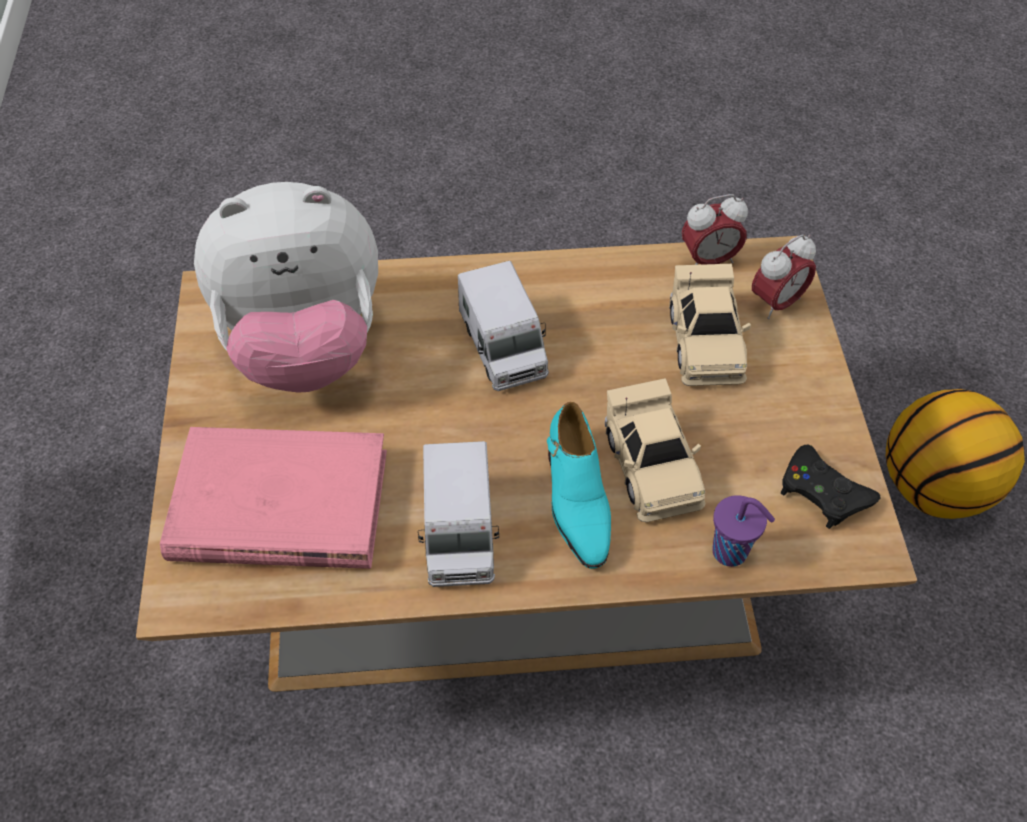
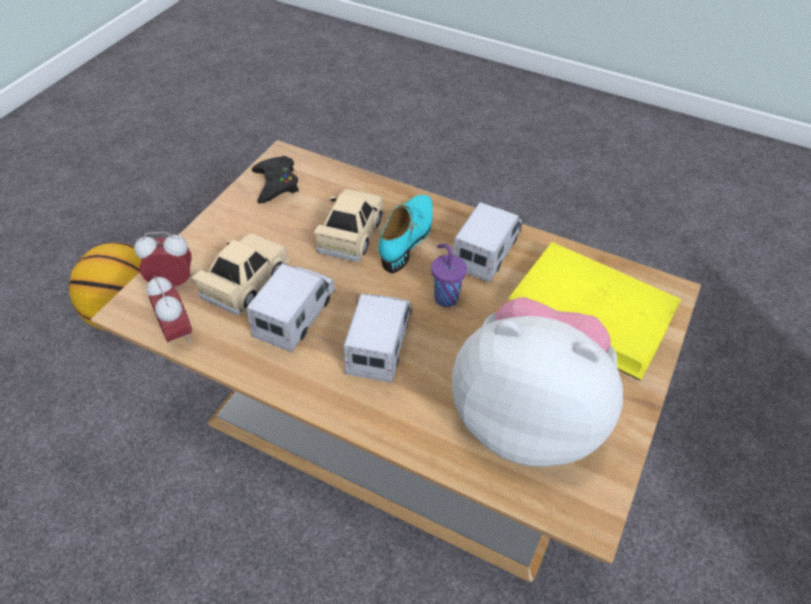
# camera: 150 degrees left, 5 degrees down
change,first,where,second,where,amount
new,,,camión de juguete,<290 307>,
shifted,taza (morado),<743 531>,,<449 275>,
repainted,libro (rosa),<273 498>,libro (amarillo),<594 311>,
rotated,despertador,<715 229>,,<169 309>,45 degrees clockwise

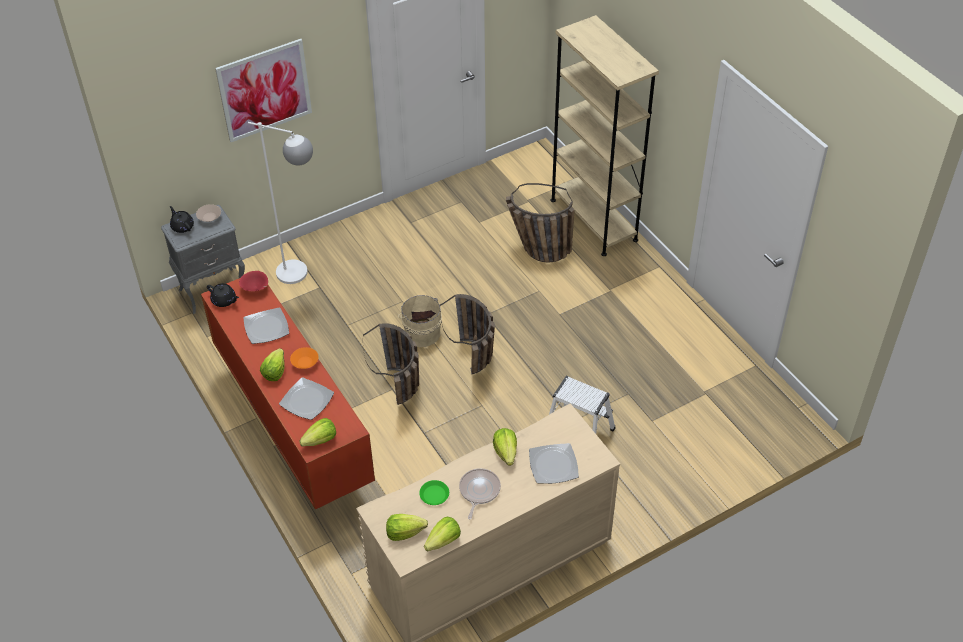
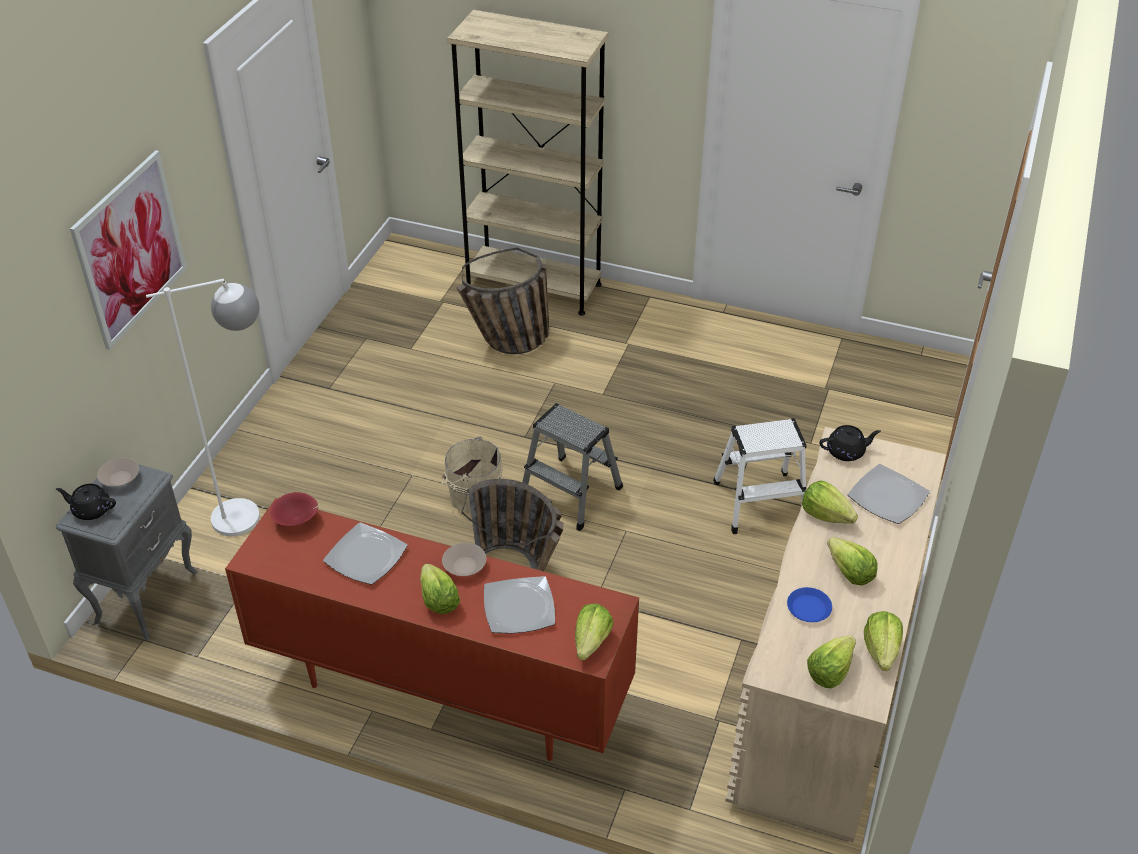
# camera: 40 degrees left, 5 degrees down
change,first,where,second,where,amount
shifted,tetera (negro),<223 295>,,<850 443>,
swapped,cesta,<467 334>,escalera de tijera (gris),<572 467>,
swapped,sartén,<480 493>,lechuga,<852 561>,
repainted,cuenco (naranja),<304 358>,cuenco (beis),<464 559>,
repainted,plato (verde),<434 492>,plato (azul),<809 604>,

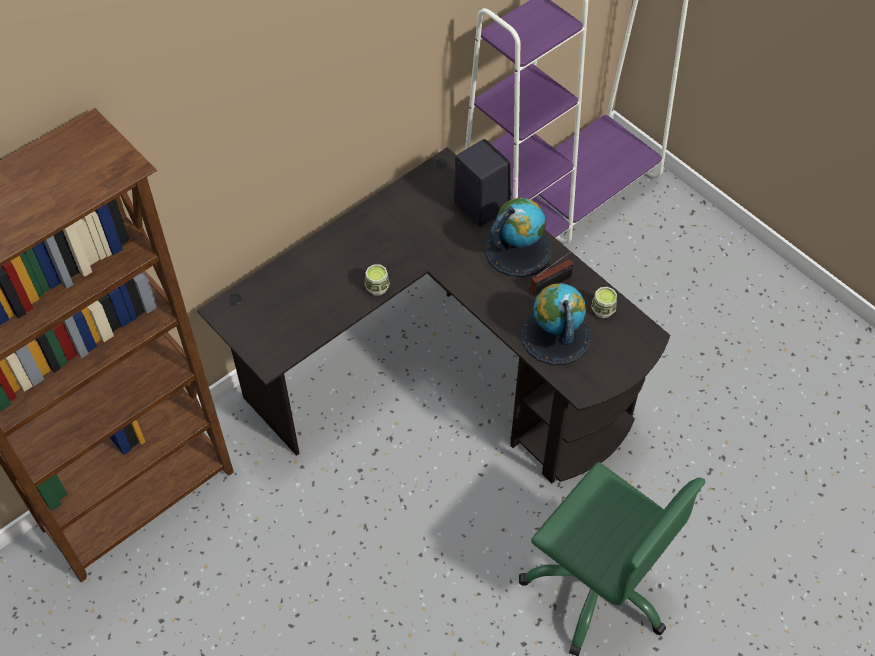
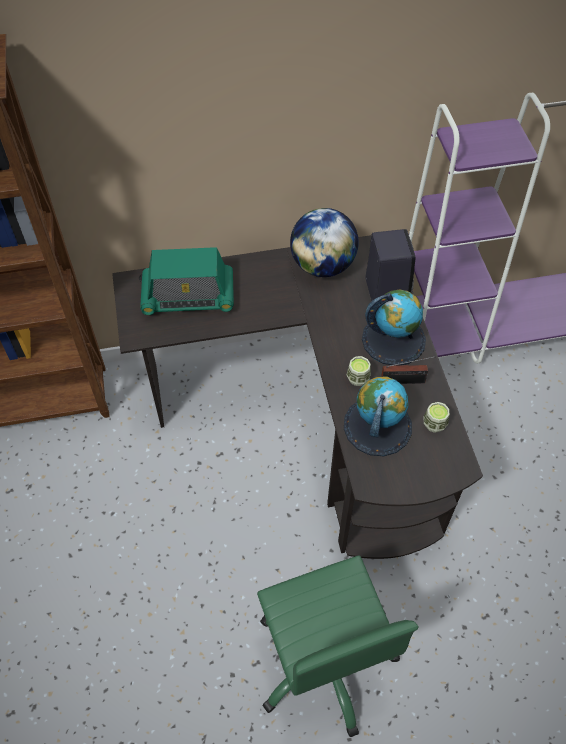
# camera: 30 degrees right, 0 degrees up
change,first,where,second,where,amount
new,,,radio,<187 281>,
new,,,globo terráqueo,<324 242>,
shifted,taza,<377 280>,,<358 371>,

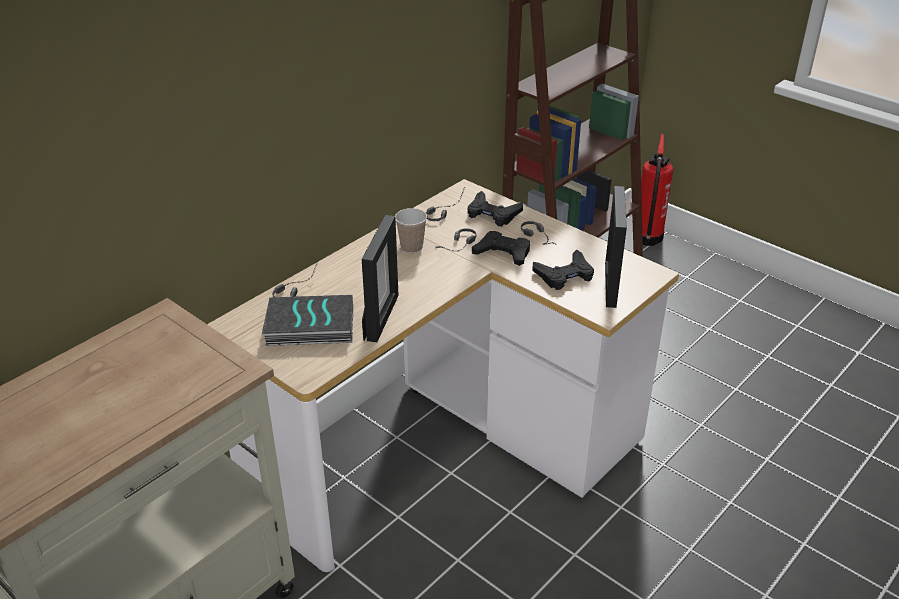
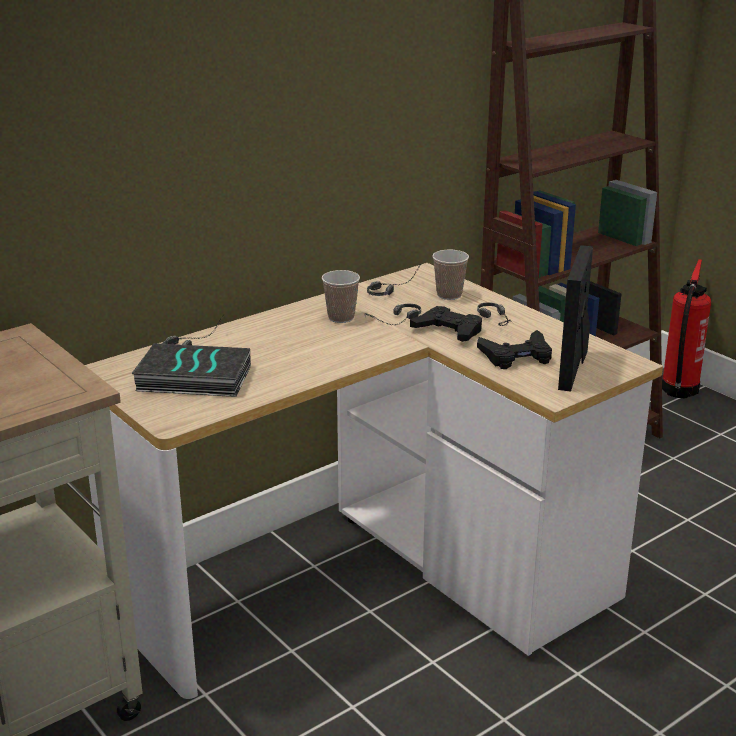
# camera: 10 degrees right, 10 degrees down
change,first,where,second,where,amount
gone,portarretratos,<380 278>,,,
swapped,mando de consola (negro),<495 208>,taza,<450 275>,

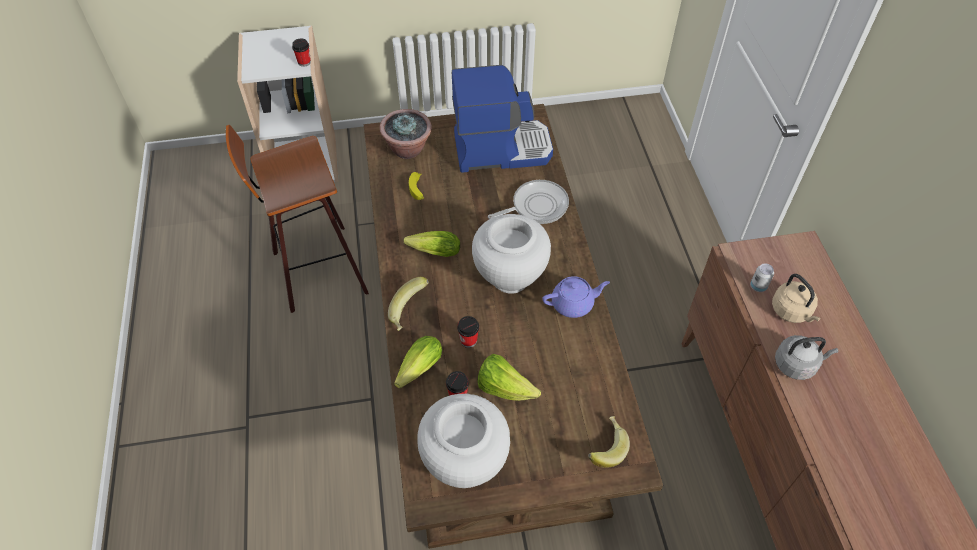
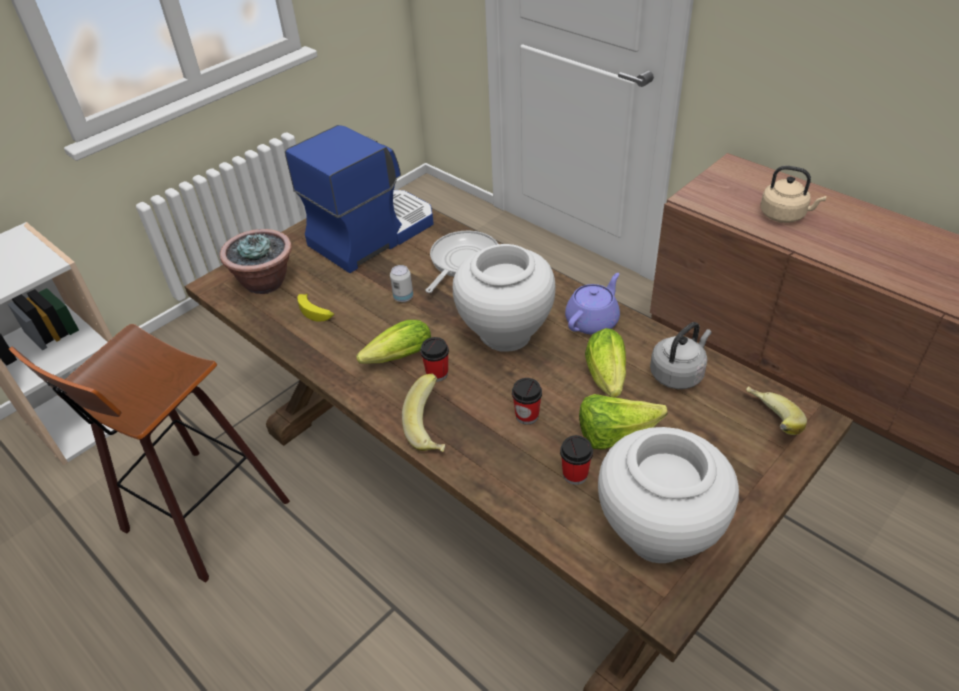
# camera: 35 degrees left, 10 degrees down
change,first,where,second,where,amount
shifted,taza,<301 53>,,<434 359>,
shifted,lechuga,<418 362>,,<605 362>,
shifted,lata,<762 277>,,<401 283>,
shifted,hervidor (gris),<806 357>,,<681 355>,

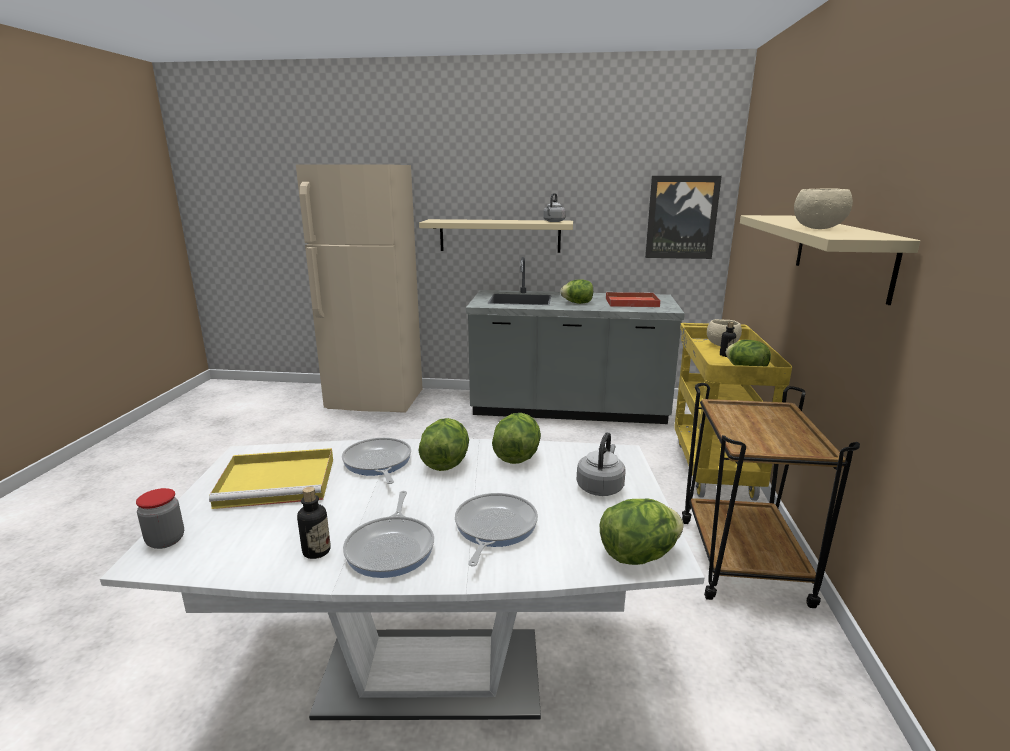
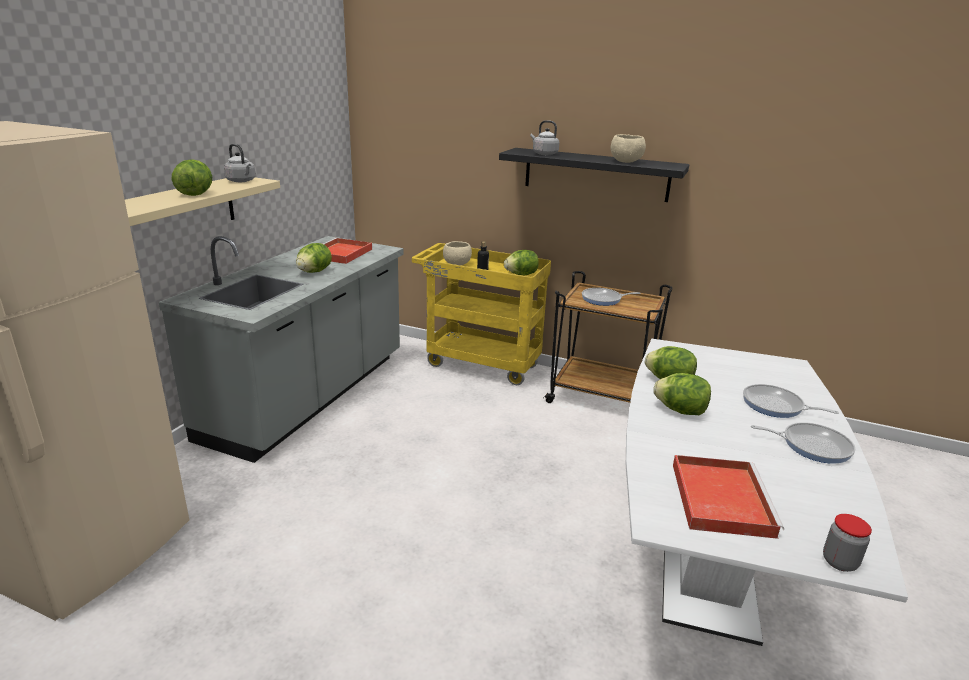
# camera: 75 degrees left, 5 degrees up
change,first,where,second,where,amount
gone,botella,<314 523>,,,
gone,cuadro,<683 217>,,,
shifted,sartén,<376 461>,,<611 297>,
shifted,hervidor (gris),<601 464>,,<544 137>,
shifted,lechuga,<641 532>,,<192 178>,
repainted,bandeja (amarillo),<271 478>,bandeja (rojo),<728 497>,
repainted,estante (beis),<830 260>,estante (negro),<594 175>,

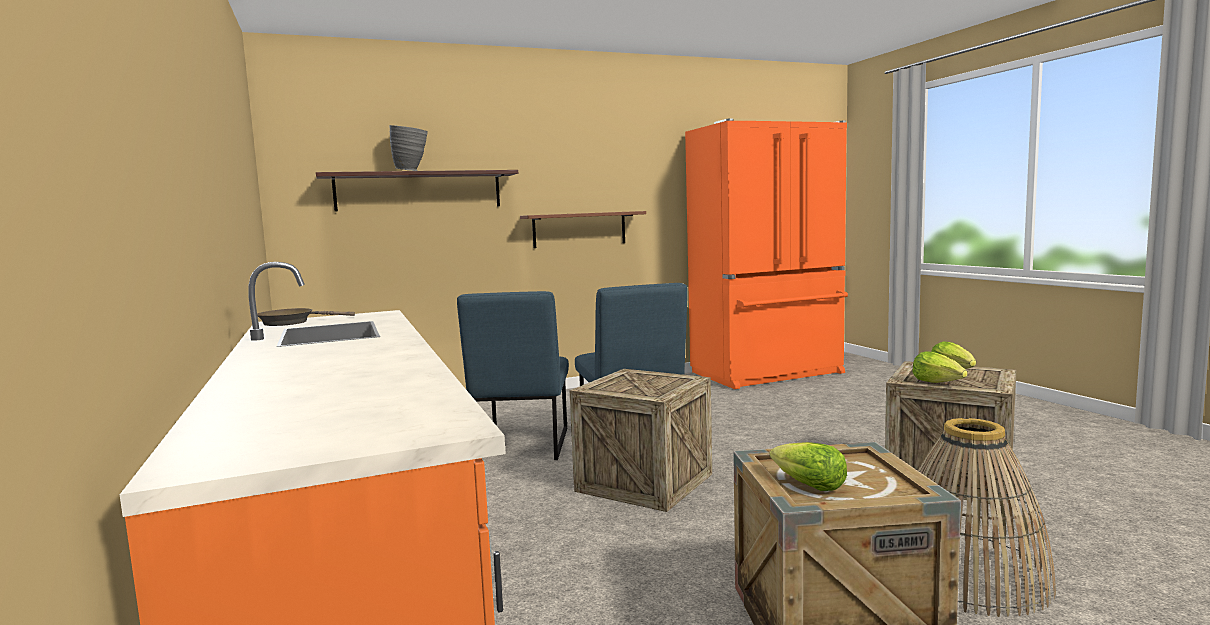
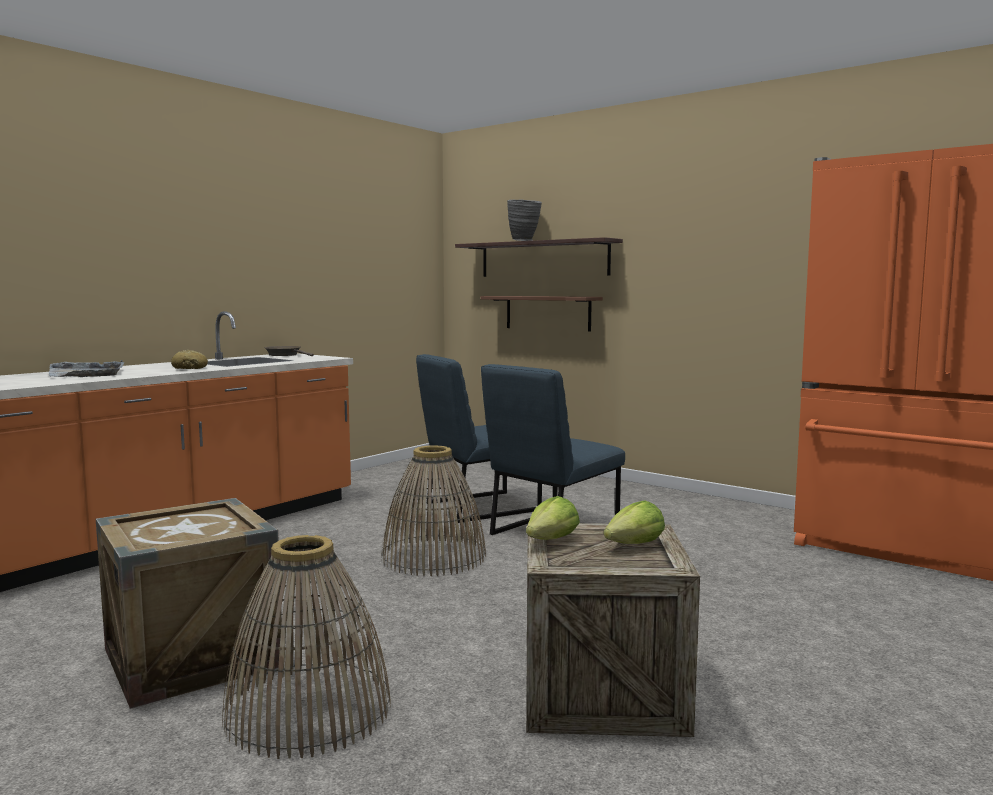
# camera: 60 degrees right, 0 degrees up
change,first,where,second,where,amount
gone,lechuga,<808 466>,,,
new,,,bandeja (gris),<87 368>,
new,,,pan,<189 359>,
shifted,estante (marrón),<583 229>,,<541 314>,
swapped,caja de embalaje,<641 440>,cesta,<433 510>,

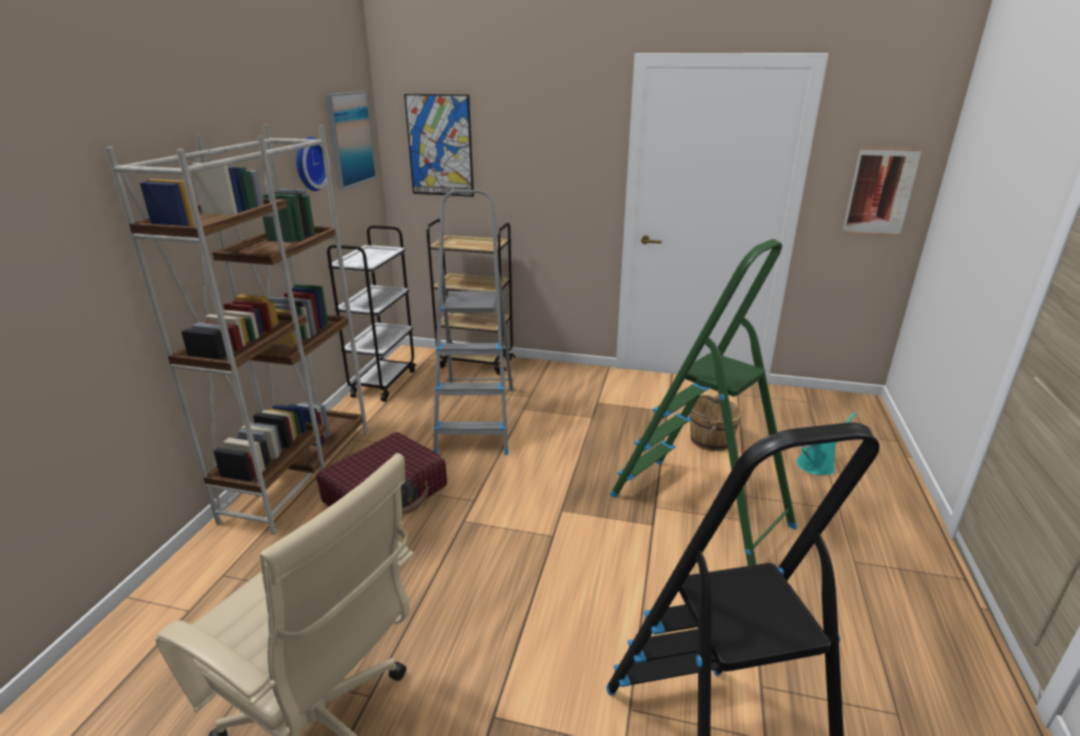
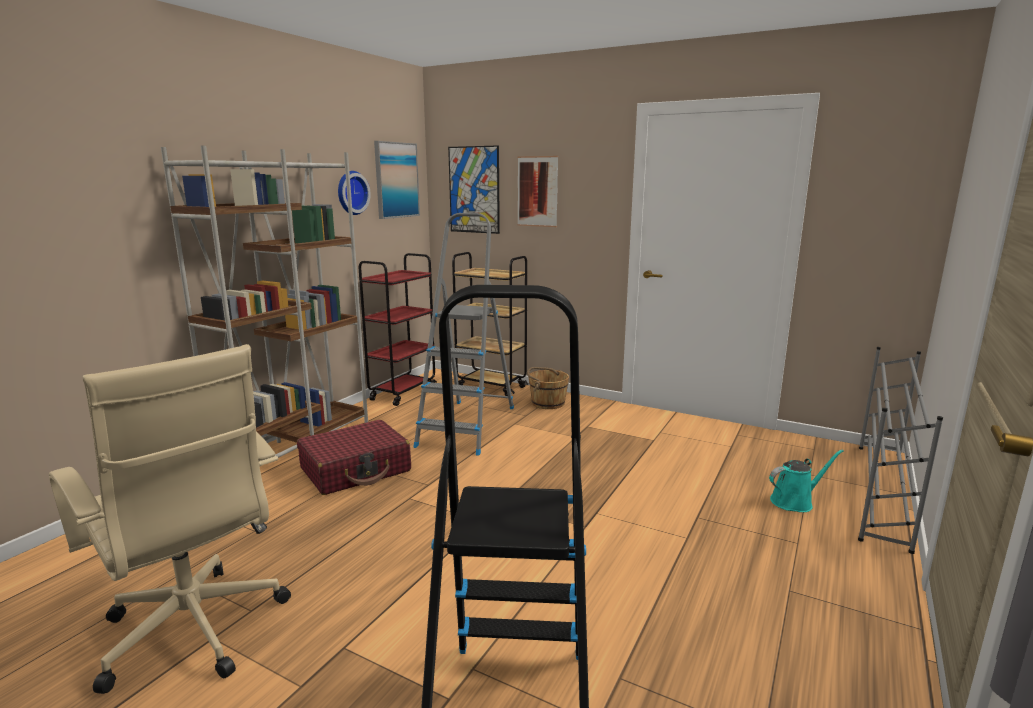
# camera: 15 degrees right, 10 degrees down
change,first,where,second,where,amount
gone,escalera de tijera (verde),<703 402>,,,
new,,,zapatero (gris),<900 450>,
shifted,cubo (marrón),<716 423>,,<548 388>,
shifted,cuadro,<882 191>,,<538 191>,
repainted,carrito (blanco),<371 314>,carrito (rojo),<398 329>,

